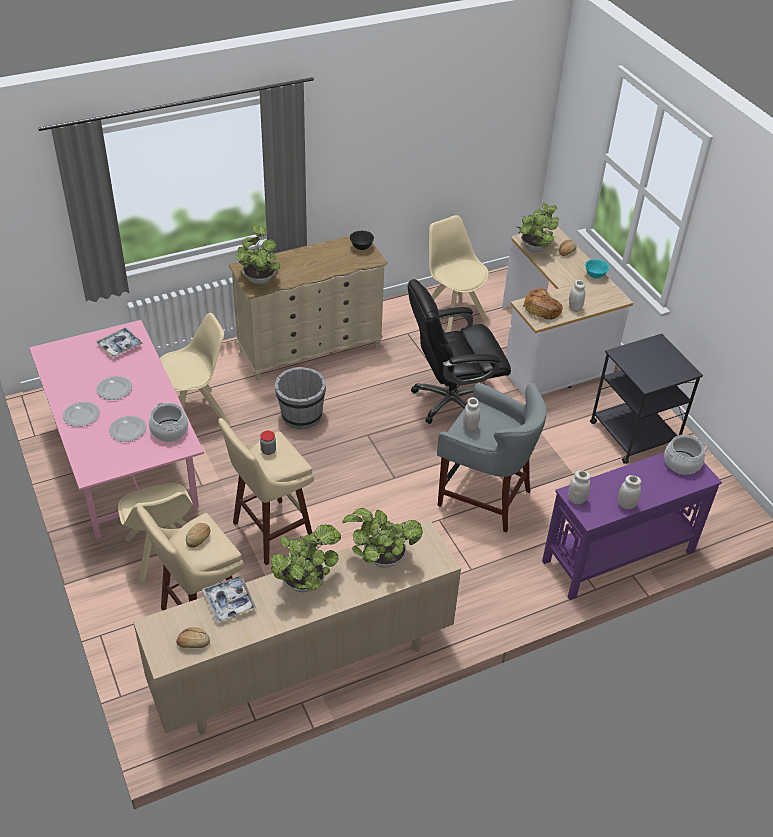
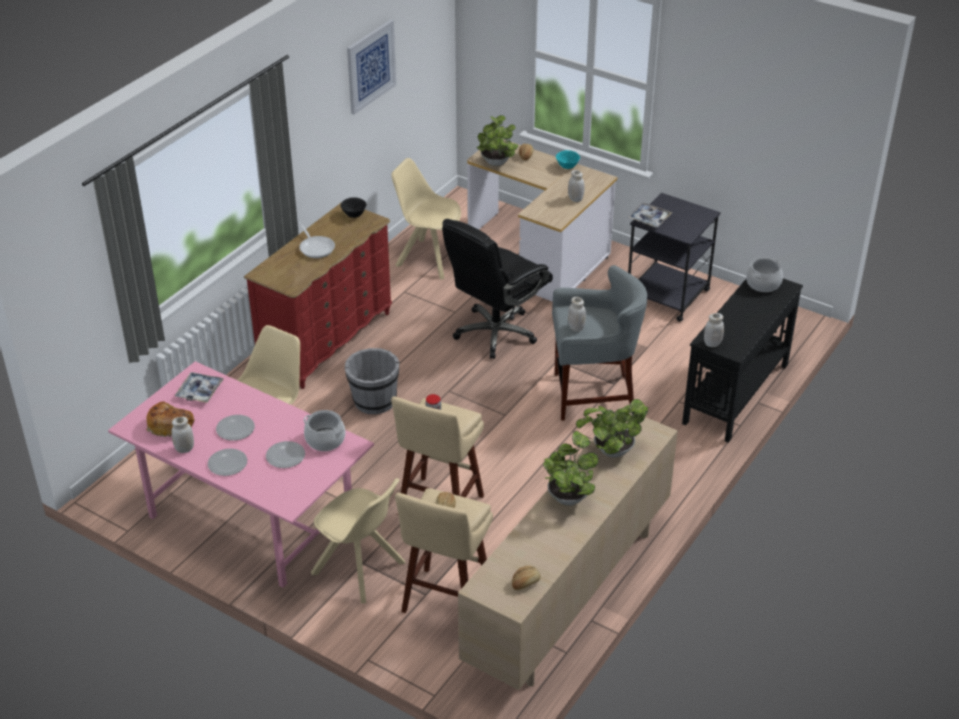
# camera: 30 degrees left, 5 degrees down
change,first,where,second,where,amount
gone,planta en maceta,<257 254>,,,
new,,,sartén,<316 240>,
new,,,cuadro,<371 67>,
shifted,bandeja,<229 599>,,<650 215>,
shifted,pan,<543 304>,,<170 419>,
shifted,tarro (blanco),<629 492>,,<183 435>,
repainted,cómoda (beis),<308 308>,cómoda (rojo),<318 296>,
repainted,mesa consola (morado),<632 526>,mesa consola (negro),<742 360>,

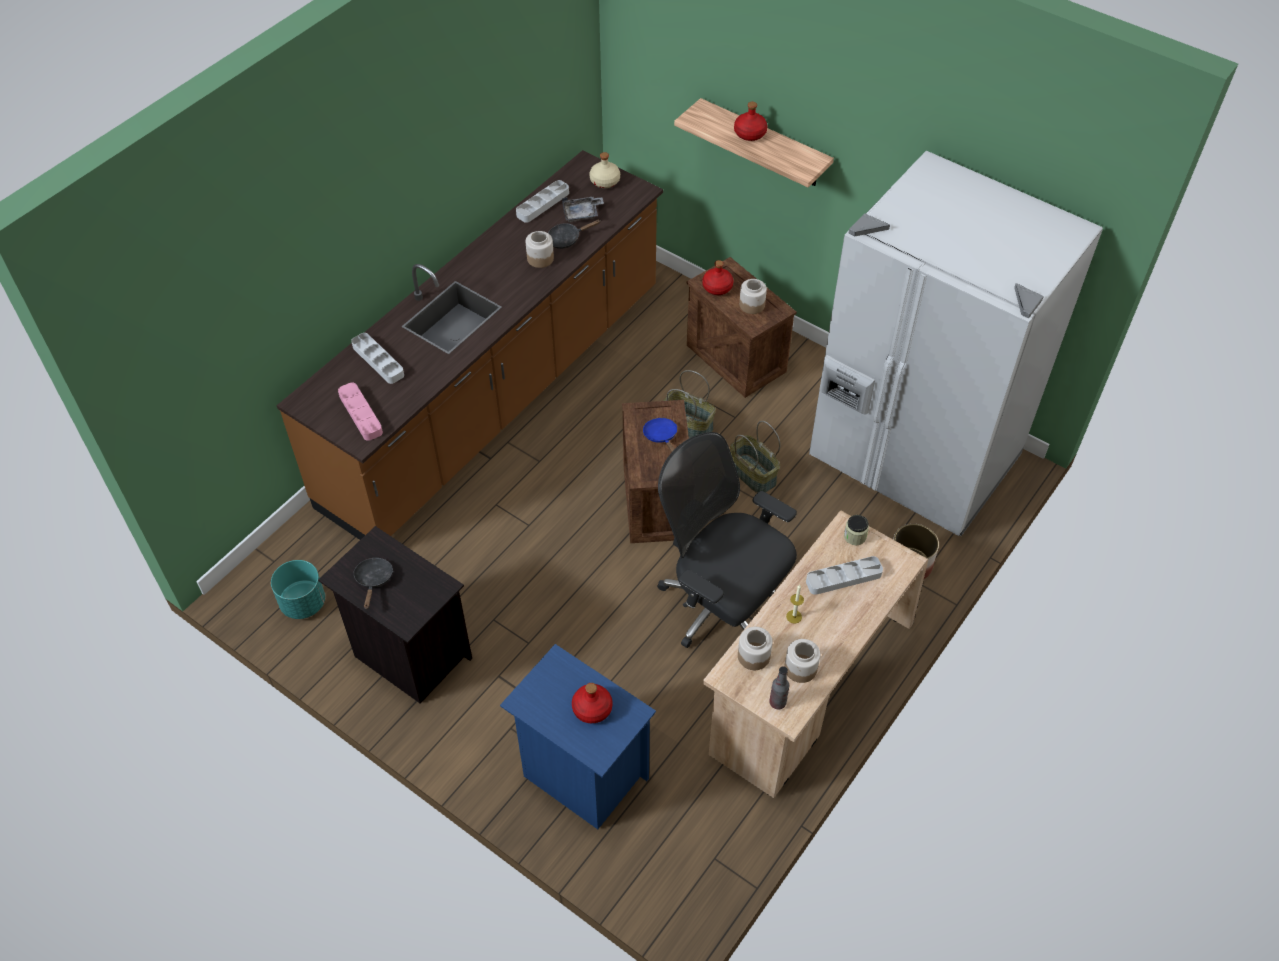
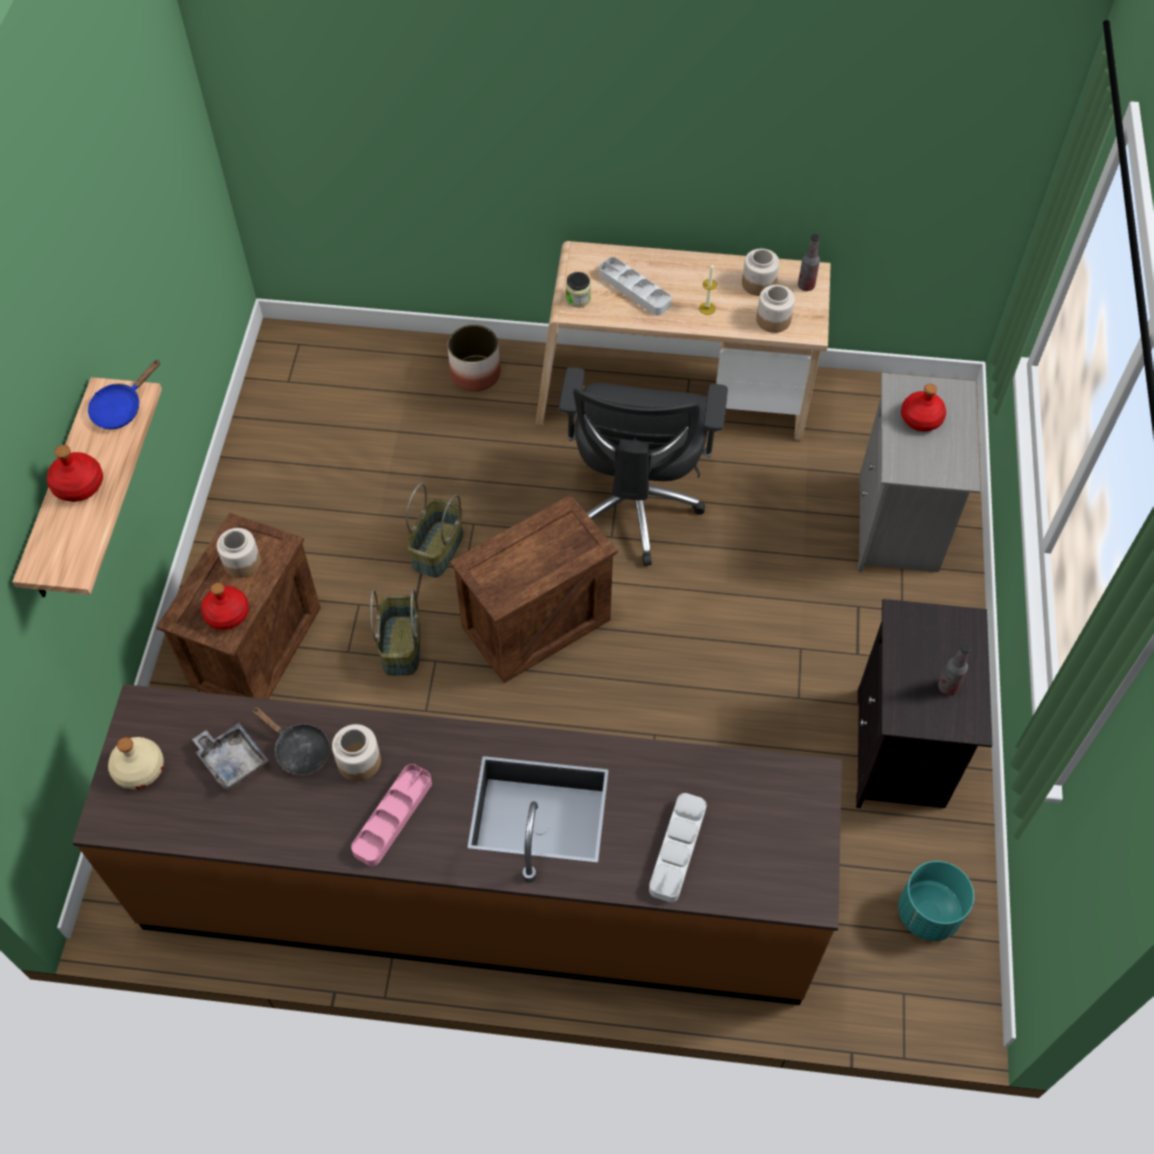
# camera: 120 degrees left, 5 degrees up
change,first,where,second,where,amount
gone,bandeja (gris),<542 201>,,,
gone,nevera (blanco),<956 343>,,,
shifted,bandeja (rosa),<360 412>,,<391 815>,
shifted,sartén (azul),<660 435>,,<124 394>,
swapped,sartén (negro),<373 583>,botella,<954 669>,
repainted,mesita de noche (azul),<578 736>,mesita de noche (gris),<919 473>,

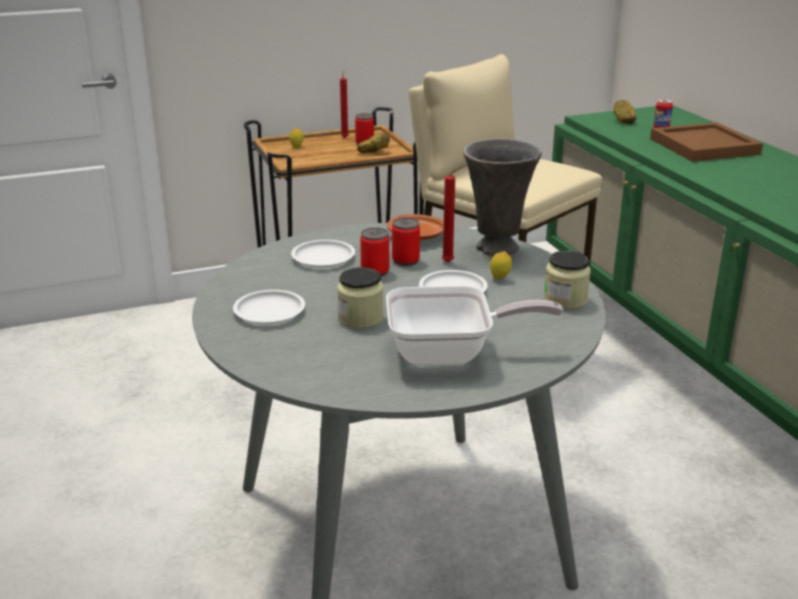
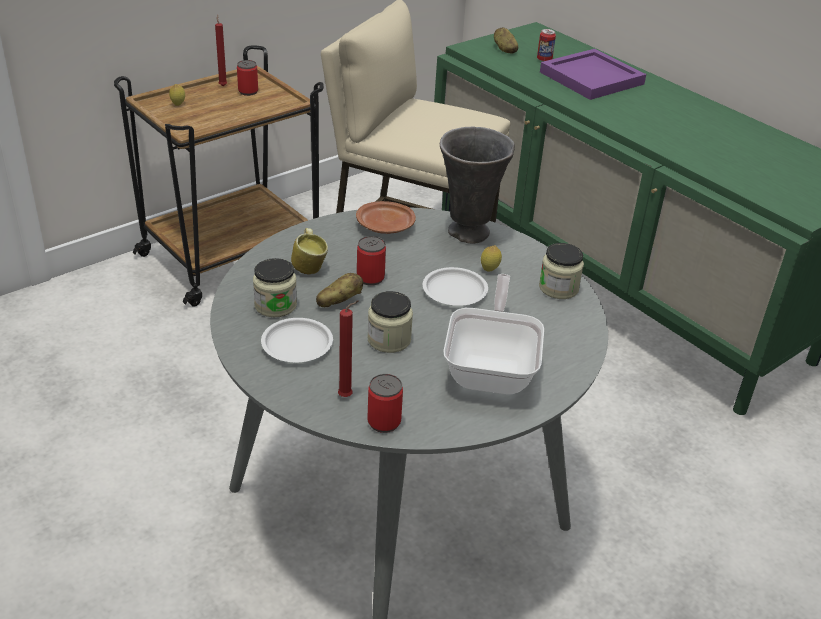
# camera: 20 degrees left, 10 degrees up
change,first,where,second,where,amount
new,,,tarro,<275 287>,
shifted,patata,<373 143>,,<339 290>,
shifted,lata,<406 242>,,<385 403>,
shifted,vela (rojo),<451 214>,,<348 348>,
swapped,plato (blanco),<323 253>,taza grande,<309 251>,
repainted,bandeja (marrón),<706 142>,bandeja (morado),<593 74>,
rotated,sartén,<474 326>,,<493 334>,60 degrees counterclockwise

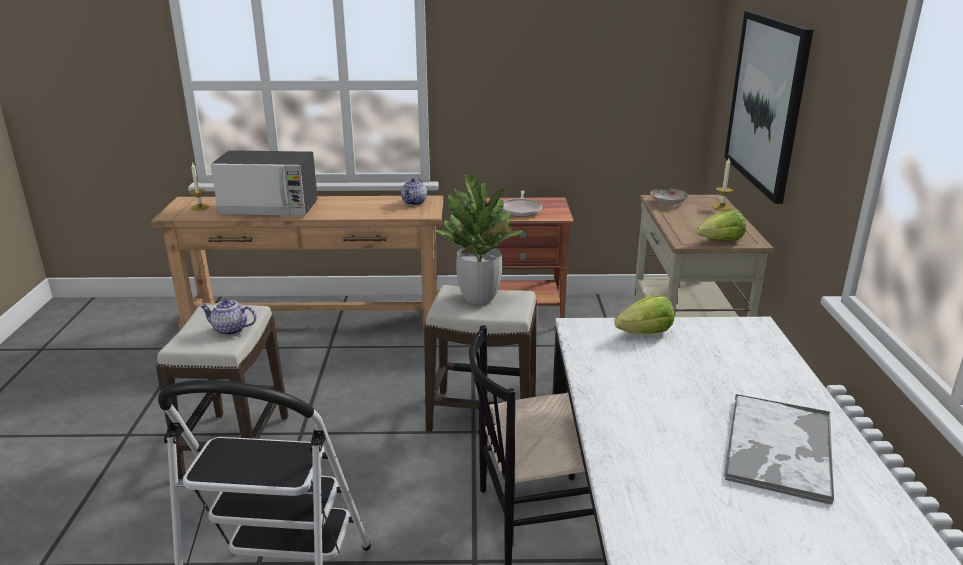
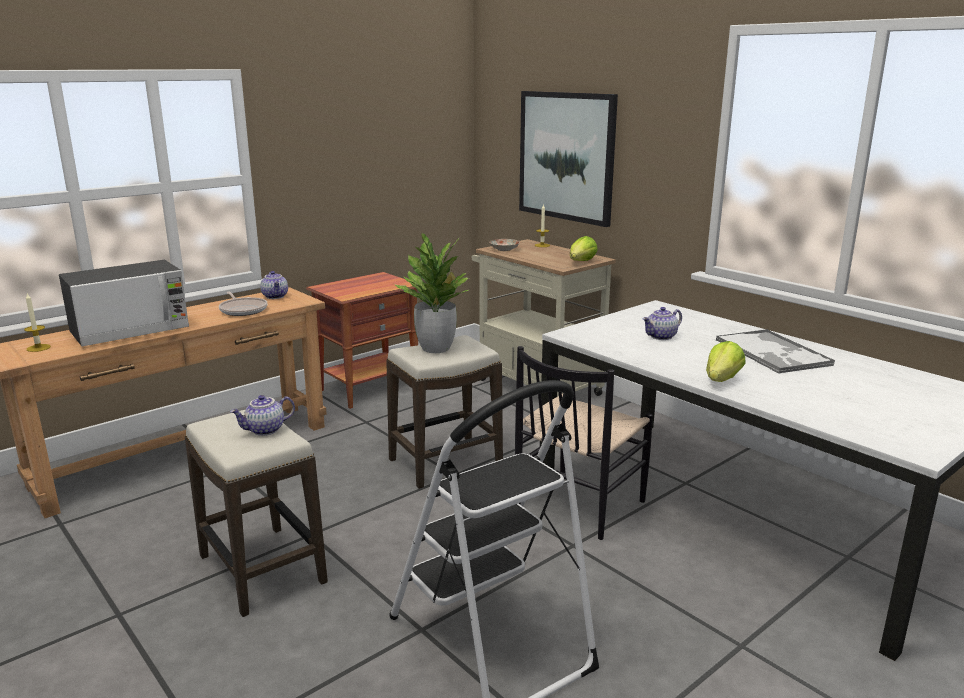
# camera: 40 degrees left, 5 degrees down
change,first,where,second,where,amount
new,,,tetera,<662 323>,
shifted,sartén,<522 203>,,<243 304>,
shifted,lechuga,<644 314>,,<726 361>,

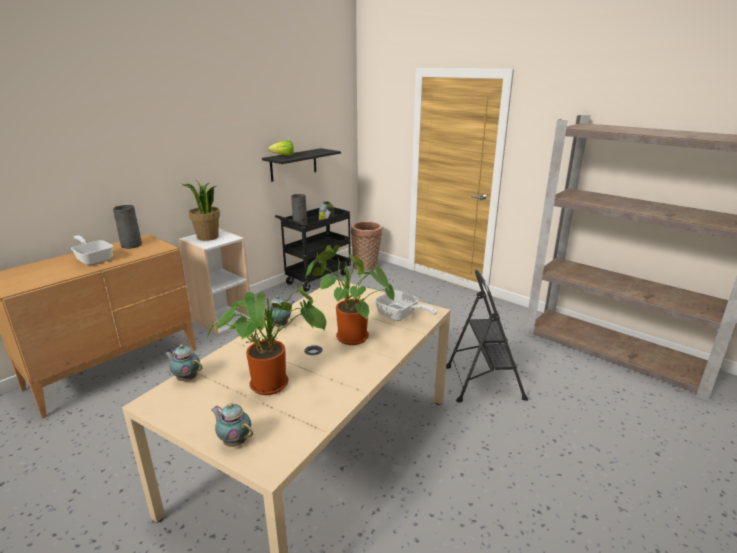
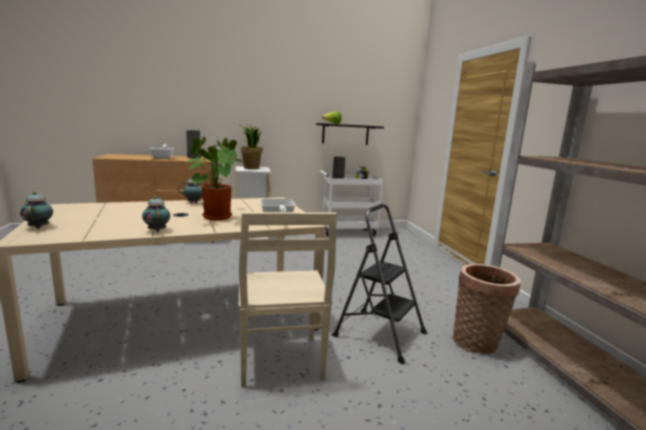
# camera: 35 degrees right, 10 degrees down
change,first,where,second,where,amount
gone,planta en maceta,<267 339>,,,
new,,,silla (beis),<288 300>,
shifted,tetera,<183 362>,,<156 214>,
shifted,cesta,<367 246>,,<487 309>,
repainted,carrito (negro),<313 249>,carrito (blanco),<351 203>,

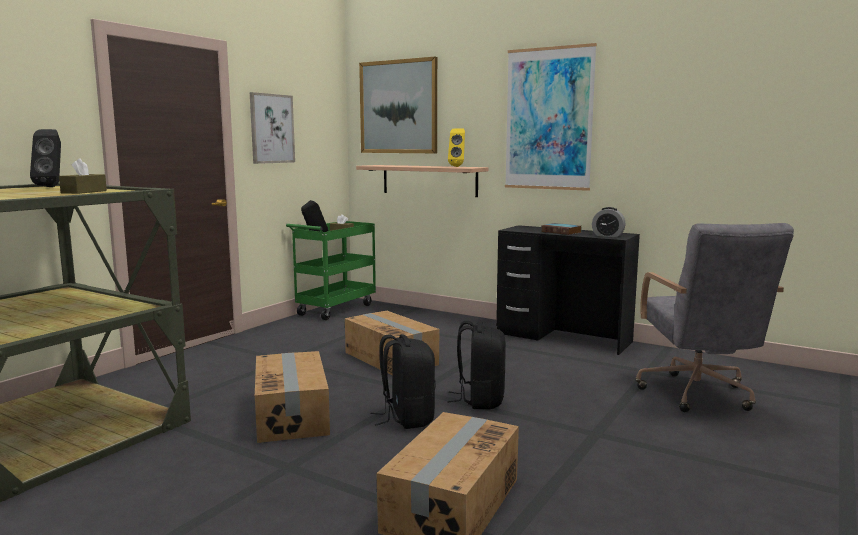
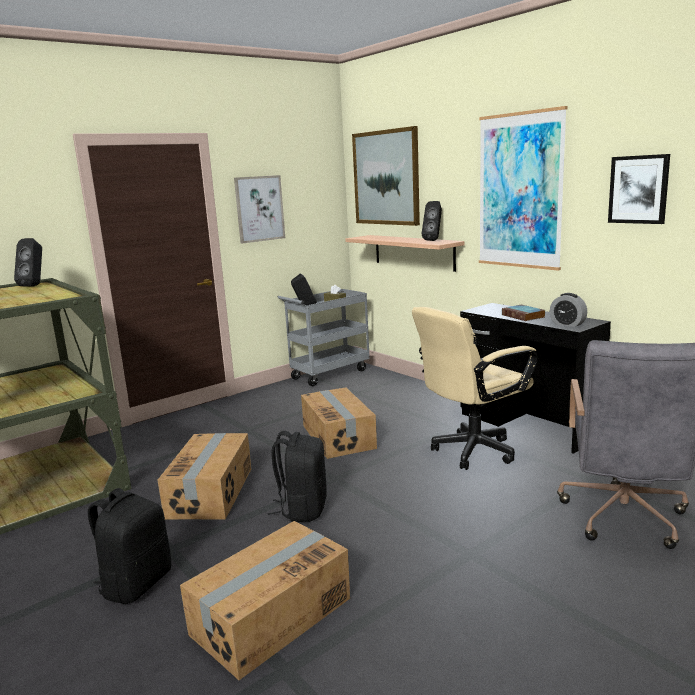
# camera: 20 degrees right, 5 degrees up
change,first,where,second,where,amount
gone,caja de pañuelos (marrón),<83 176>,,,
new,,,silla de oficina (beis),<475 388>,
new,,,cuadro,<639 189>,
shifted,mochila (negro),<476 365>,,<129 546>,
repainted,carrito (verde),<331 270>,carrito (gris),<324 337>,
repainted,altavoz (amarillo),<456 147>,altavoz (negro),<432 221>,

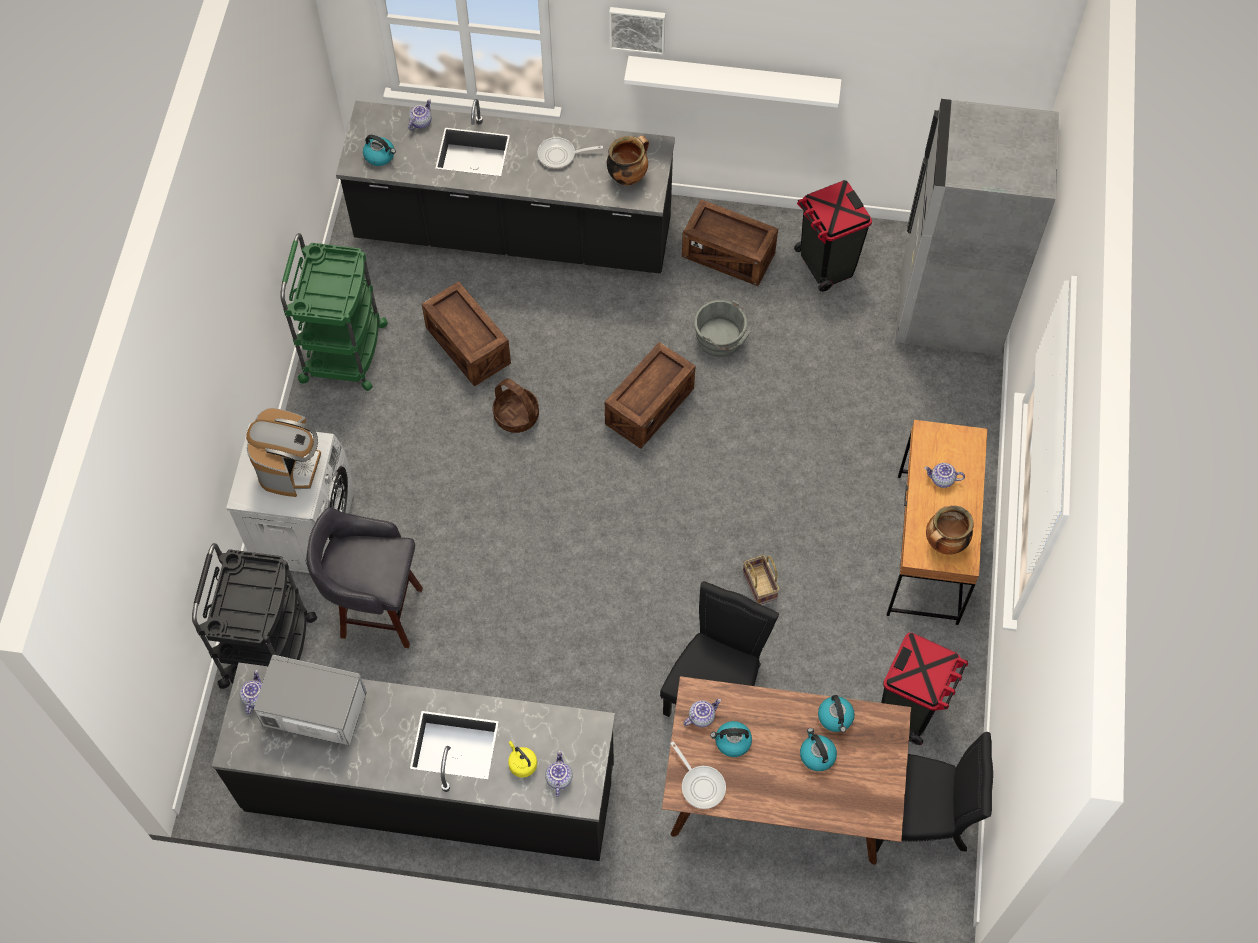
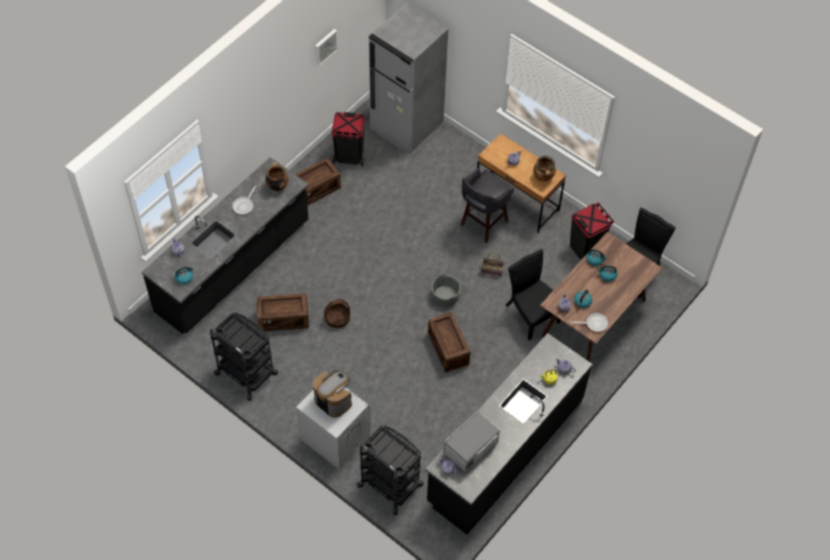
# camera: 60 degrees left, 5 degrees down
change,first,where,second,where,amount
gone,estante (blanco),<732 82>,,,
shifted,taburete (gris),<364 577>,,<487 205>,
shifted,caja de embalaje,<650 395>,,<449 342>,
shifted,cuadro,<637 31>,,<326 47>,
shifted,cubo (gris),<723 328>,,<447 290>,
repainted,carrito (verde),<334 312>,carrito (negro),<244 356>,

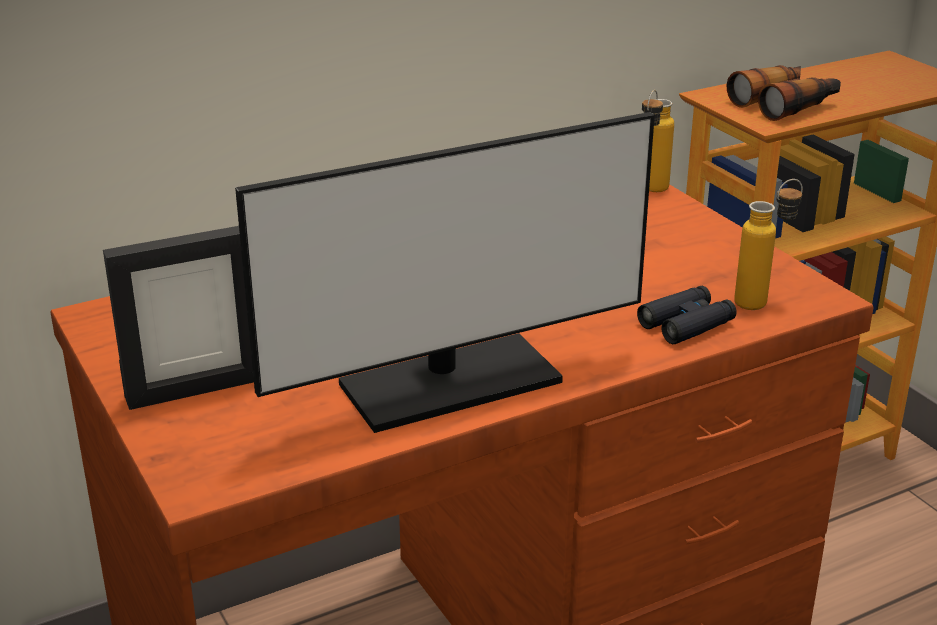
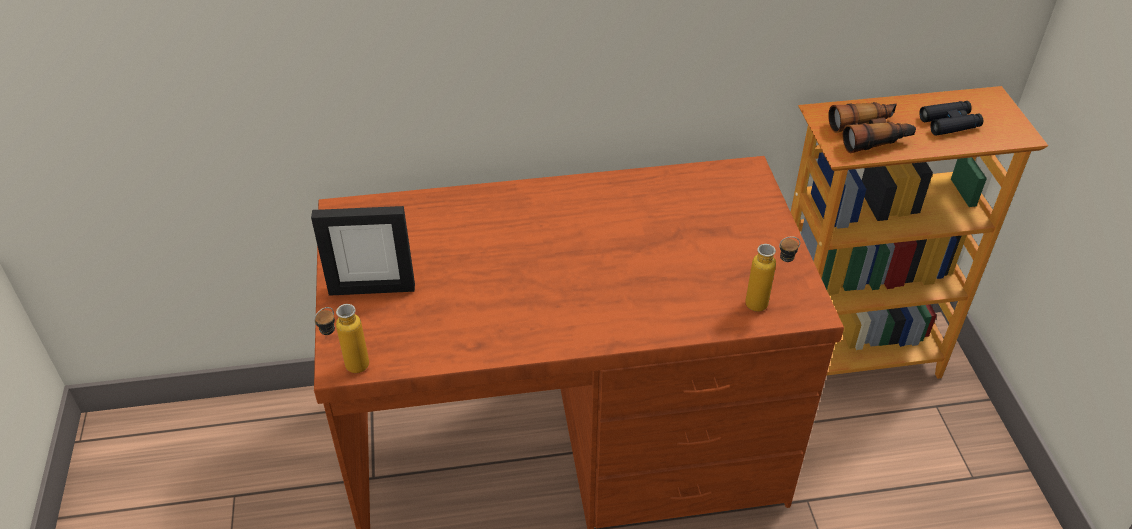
# camera: 20 degrees right, 15 degrees up
change,first,where,second,where,amount
gone,monitor,<445 272>,,,
shifted,prismáticos (negro),<687 315>,,<951 118>,
shifted,botella,<658 141>,,<341 338>,

